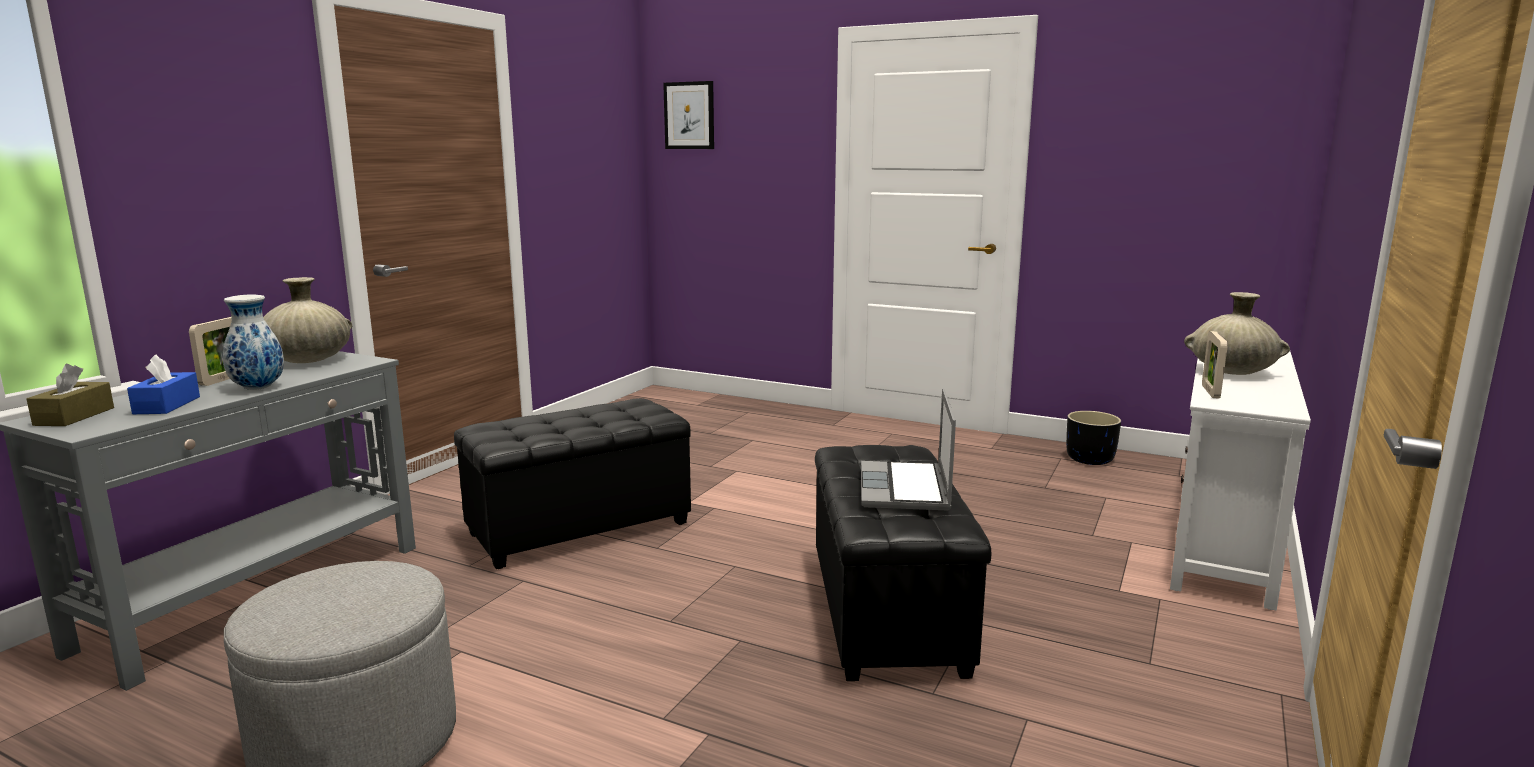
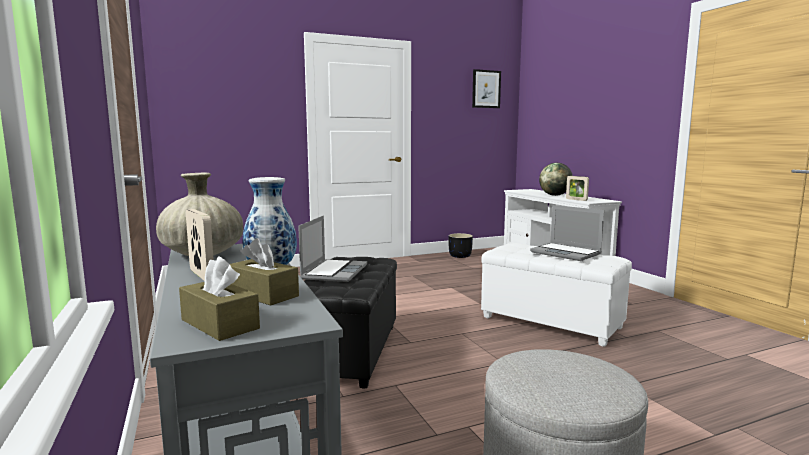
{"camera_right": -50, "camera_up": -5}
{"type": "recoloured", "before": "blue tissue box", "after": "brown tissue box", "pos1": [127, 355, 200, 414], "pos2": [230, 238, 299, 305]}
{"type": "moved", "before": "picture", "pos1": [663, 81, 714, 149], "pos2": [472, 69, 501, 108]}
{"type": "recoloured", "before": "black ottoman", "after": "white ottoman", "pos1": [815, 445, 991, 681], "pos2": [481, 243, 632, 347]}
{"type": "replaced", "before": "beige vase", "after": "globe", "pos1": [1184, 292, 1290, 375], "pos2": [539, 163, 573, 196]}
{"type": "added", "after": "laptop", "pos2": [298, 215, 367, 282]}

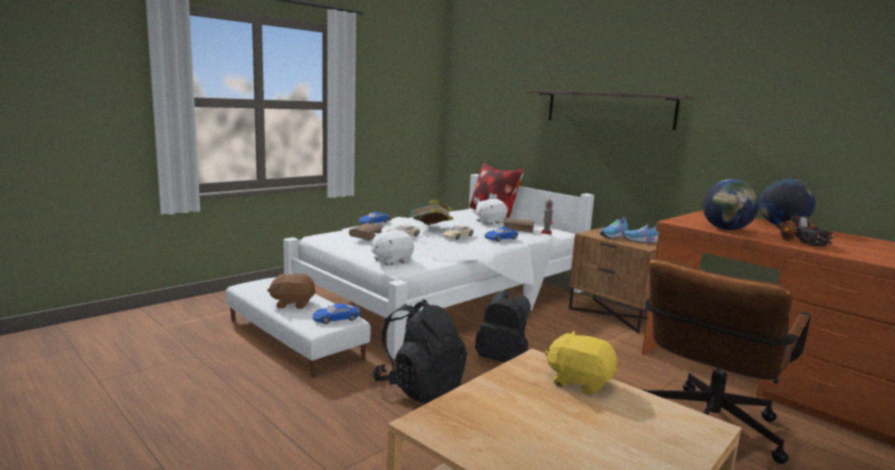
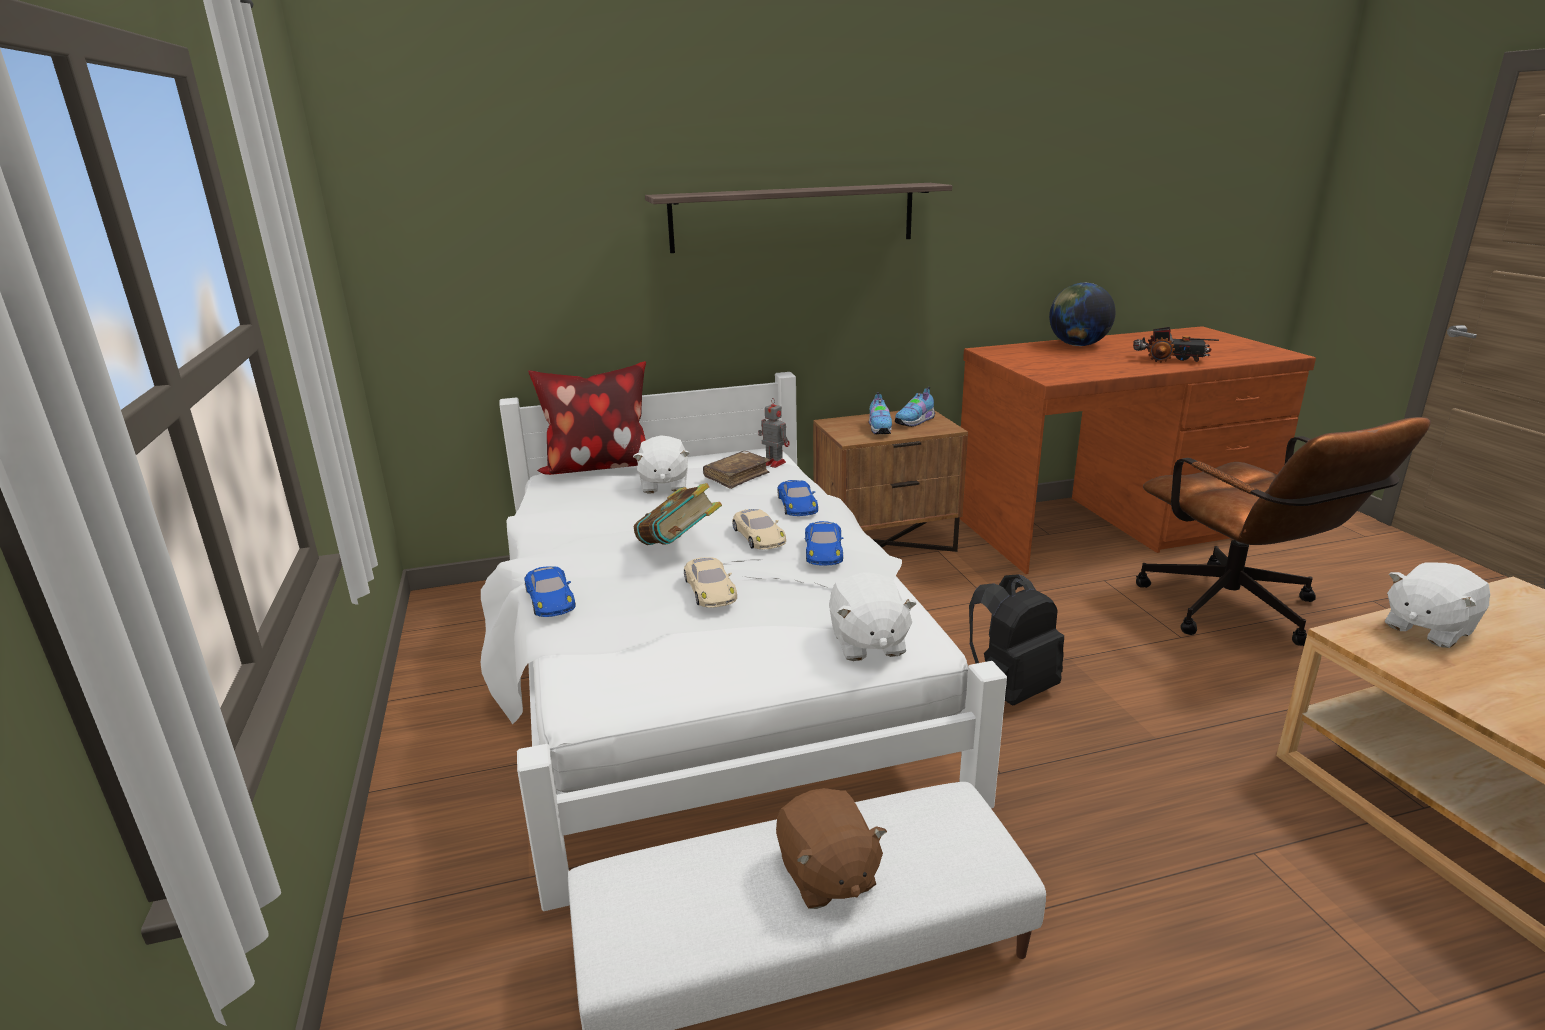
{"camera_right": -60, "camera_up": 10}
{"type": "turned", "before": "brown plush toy", "pos1": [267, 273, 316, 309], "pos2": [776, 788, 887, 909], "turn": -45}
{"type": "moved", "before": "blue toy car", "pos1": [312, 304, 360, 324], "pos2": [804, 521, 844, 565]}
{"type": "removed", "before": "brown book", "pos1": [349, 223, 384, 241]}
{"type": "removed", "before": "black backpack", "pos1": [373, 299, 467, 403]}
{"type": "recoloured", "before": "yellow plush toy", "after": "white plush toy", "pos1": [545, 331, 617, 395], "pos2": [1385, 562, 1490, 648]}
{"type": "removed", "before": "globe", "pos1": [702, 179, 760, 230]}

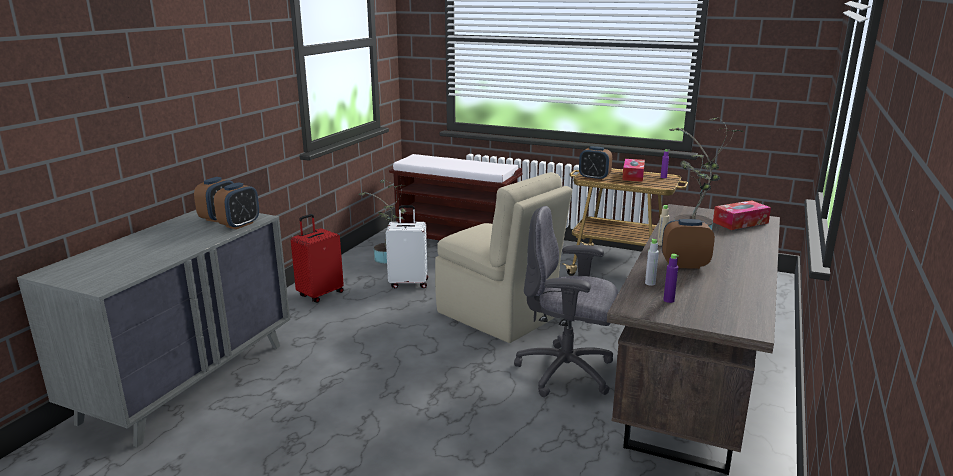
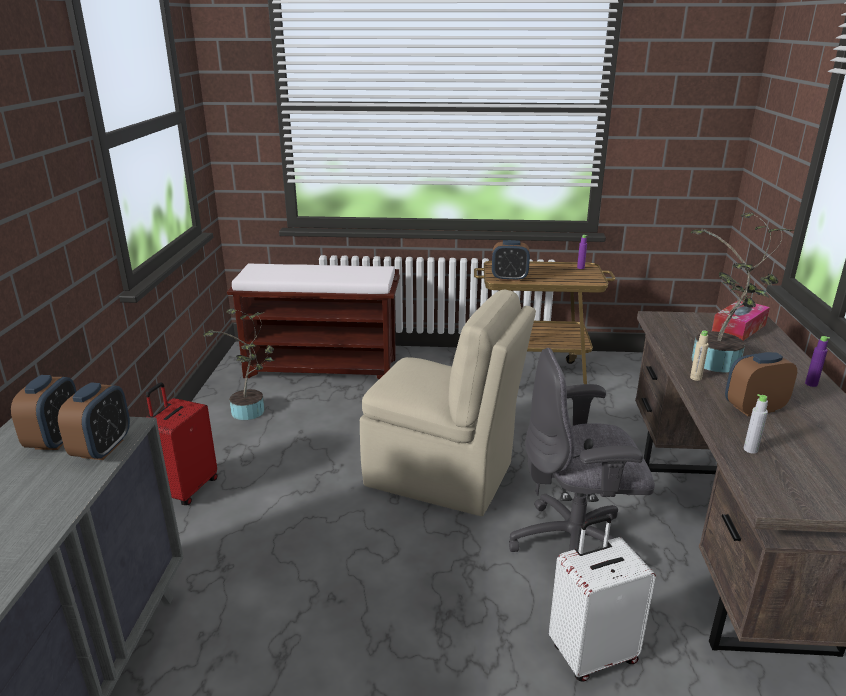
{"camera_right": -20, "camera_up": 5}
{"type": "moved", "before": "white suitcase", "pos1": [386, 205, 428, 288], "pos2": [549, 515, 656, 682]}
{"type": "removed", "before": "tissue box", "pos1": [622, 159, 645, 182]}
{"type": "moved", "before": "purple bottle", "pos1": [663, 254, 679, 303], "pos2": [805, 336, 830, 387]}

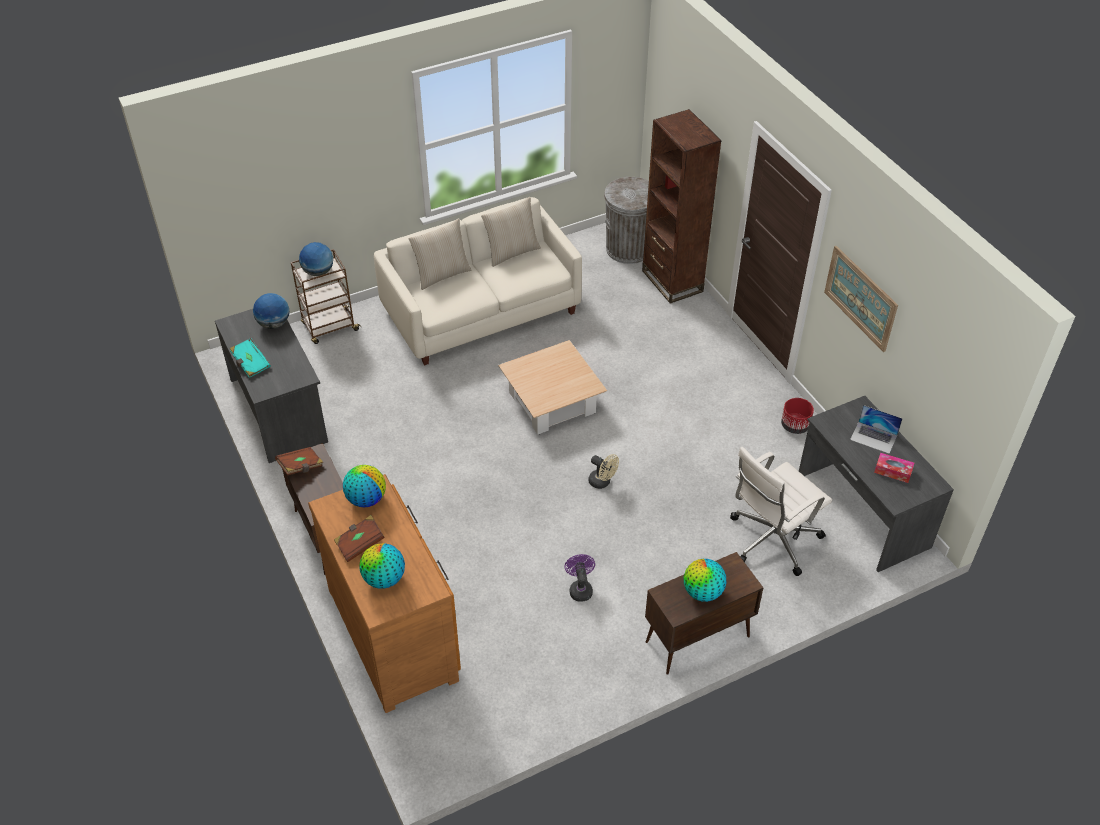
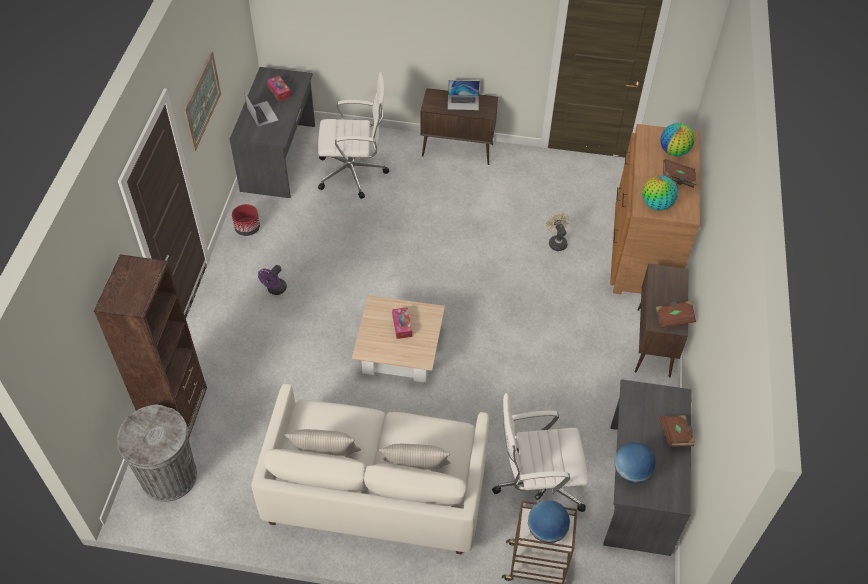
{"camera_right": -145, "camera_up": 5}
{"type": "recoloured", "before": "turquoise book", "after": "brown book", "pos1": [229, 338, 271, 378], "pos2": [659, 415, 696, 447]}
{"type": "moved", "before": "purple fan", "pos1": [565, 554, 595, 602], "pos2": [258, 265, 287, 295]}
{"type": "moved", "before": "beige fan", "pos1": [588, 454, 619, 489], "pos2": [546, 213, 569, 251]}
{"type": "replaced", "before": "globe", "after": "laptop", "pos1": [684, 559, 726, 602], "pos2": [448, 80, 480, 110]}
{"type": "added", "after": "tissue box", "pos2": [392, 307, 412, 339]}
{"type": "added", "after": "white office chair", "pos2": [492, 393, 589, 512]}

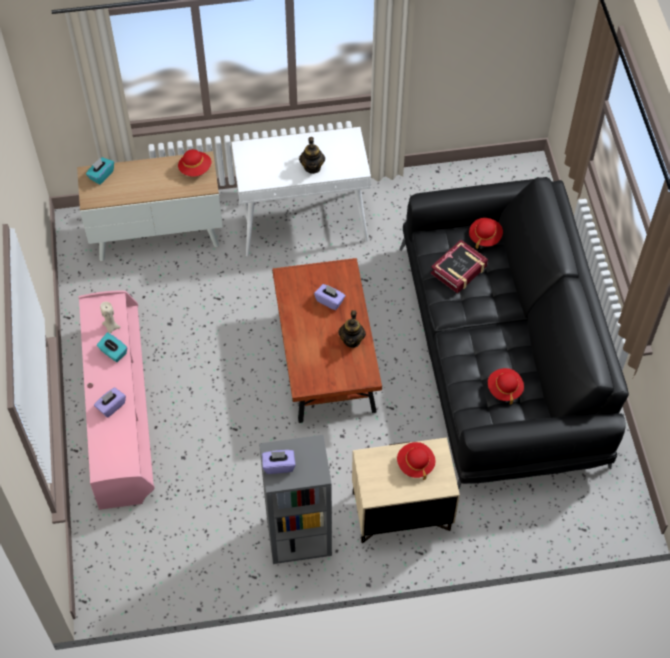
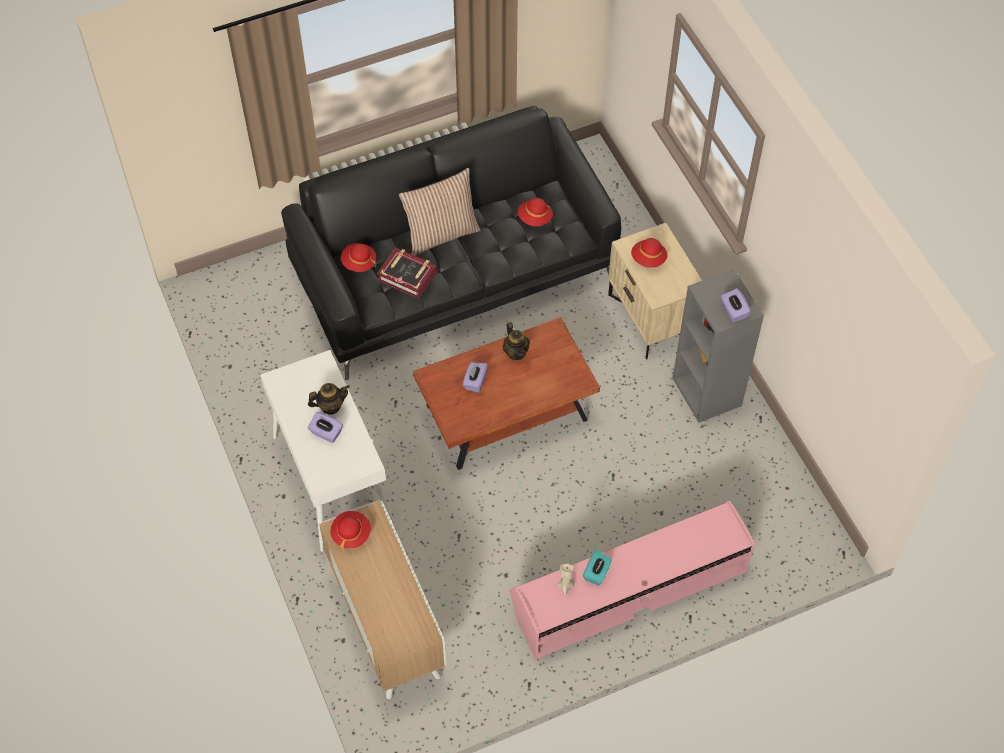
{"camera_right": -105, "camera_up": 0}
{"type": "removed", "before": "turquoise tissue box", "pos1": [86, 157, 114, 185]}
{"type": "moved", "before": "purple tissue box", "pos1": [94, 388, 126, 418], "pos2": [308, 412, 343, 443]}
{"type": "turned", "before": "teapot", "pos1": [338, 310, 366, 348], "pos2": [503, 322, 530, 360], "turn": 75}
{"type": "added", "after": "pillow", "pos2": [399, 168, 480, 256]}

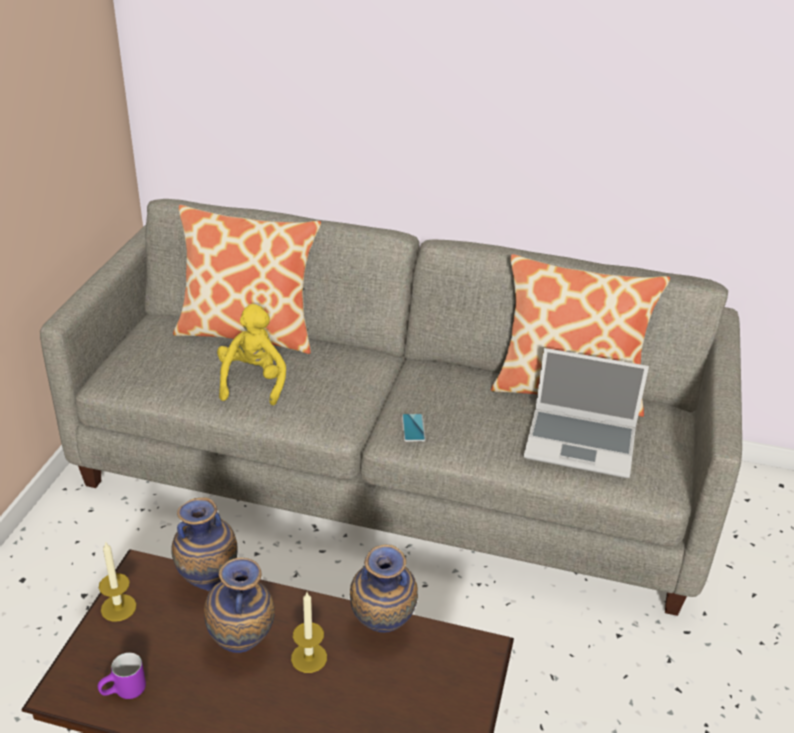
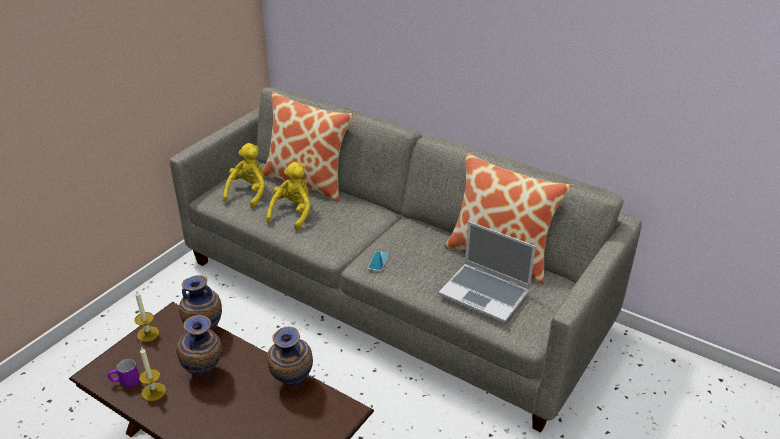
{"camera_right": 20, "camera_up": 0}
{"type": "moved", "before": "candle", "pos1": [291, 592, 327, 673], "pos2": [139, 347, 166, 401]}
{"type": "added", "after": "yellow plush toy", "pos2": [223, 143, 265, 209]}

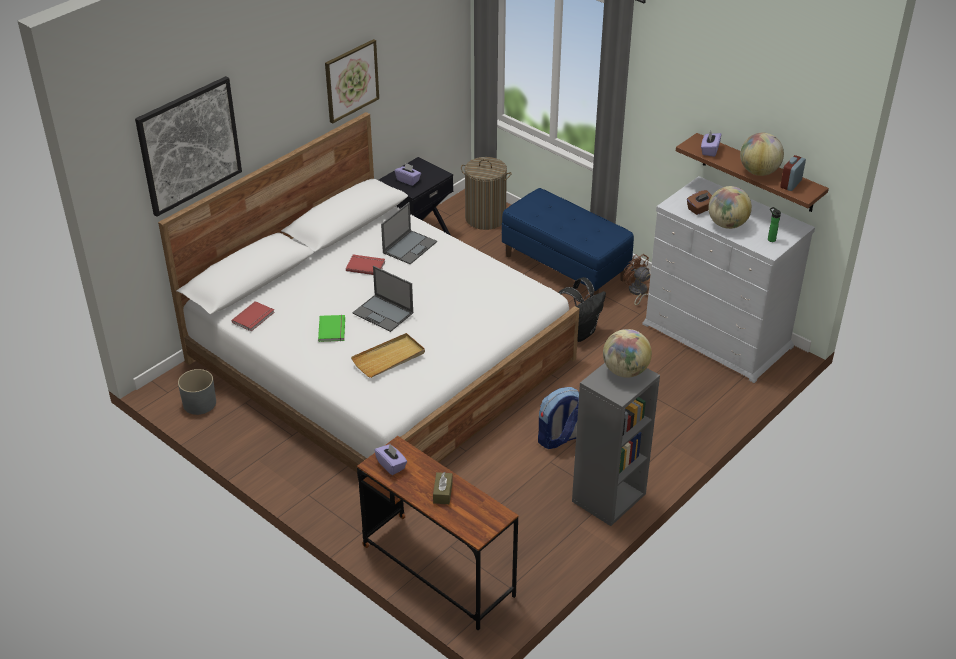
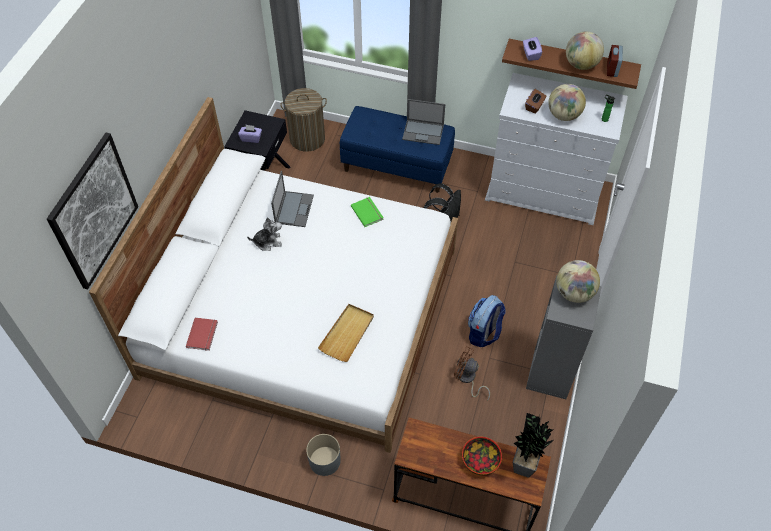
{"camera_right": -25, "camera_up": 15}
{"type": "moved", "before": "grey planter", "pos1": [178, 369, 216, 415], "pos2": [306, 434, 341, 476]}
{"type": "moved", "before": "green book", "pos1": [318, 315, 345, 342], "pos2": [351, 197, 384, 227]}
{"type": "removed", "before": "picture", "pos1": [325, 39, 379, 124]}
{"type": "replaced", "before": "red book", "after": "plush toy", "pos1": [346, 255, 385, 275], "pos2": [247, 217, 282, 251]}
{"type": "moved", "before": "laptop", "pos1": [352, 266, 413, 332], "pos2": [402, 99, 445, 145]}
{"type": "removed", "before": "purple tissue box", "pos1": [374, 444, 407, 475]}
{"type": "replaced", "before": "brown tissue box", "after": "bowl", "pos1": [433, 472, 453, 504], "pos2": [462, 437, 502, 475]}
{"type": "moved", "before": "brown fan", "pos1": [623, 254, 650, 311], "pos2": [454, 346, 490, 401]}
{"type": "added", "after": "potted plant", "pos2": [513, 413, 554, 478]}

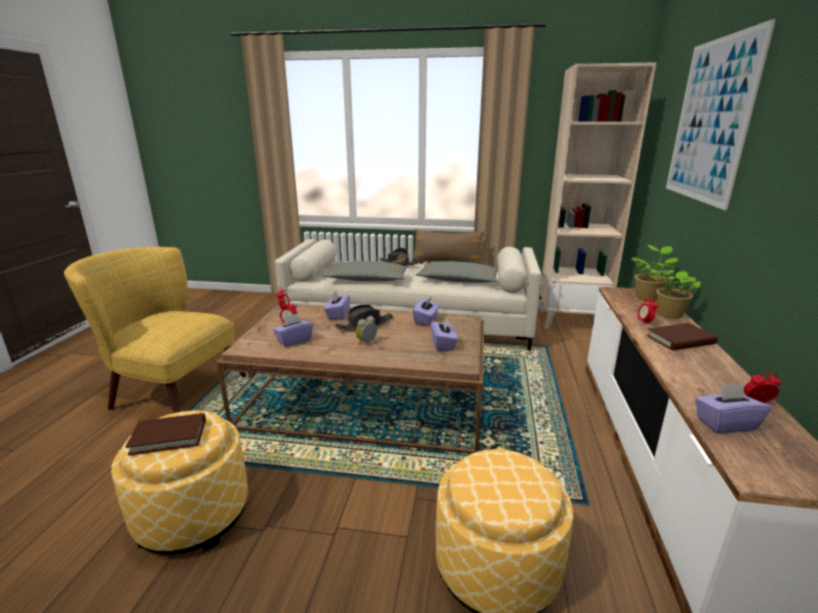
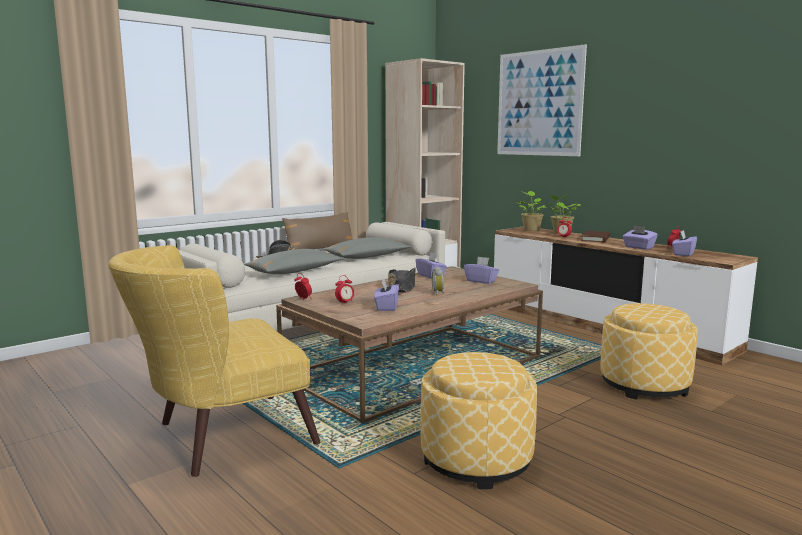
{"camera_right": -50, "camera_up": -10}
{"type": "removed", "before": "brown book", "pos1": [125, 413, 206, 455]}
{"type": "moved", "before": "purple tissue box", "pos1": [324, 291, 350, 320], "pos2": [623, 225, 658, 250]}

